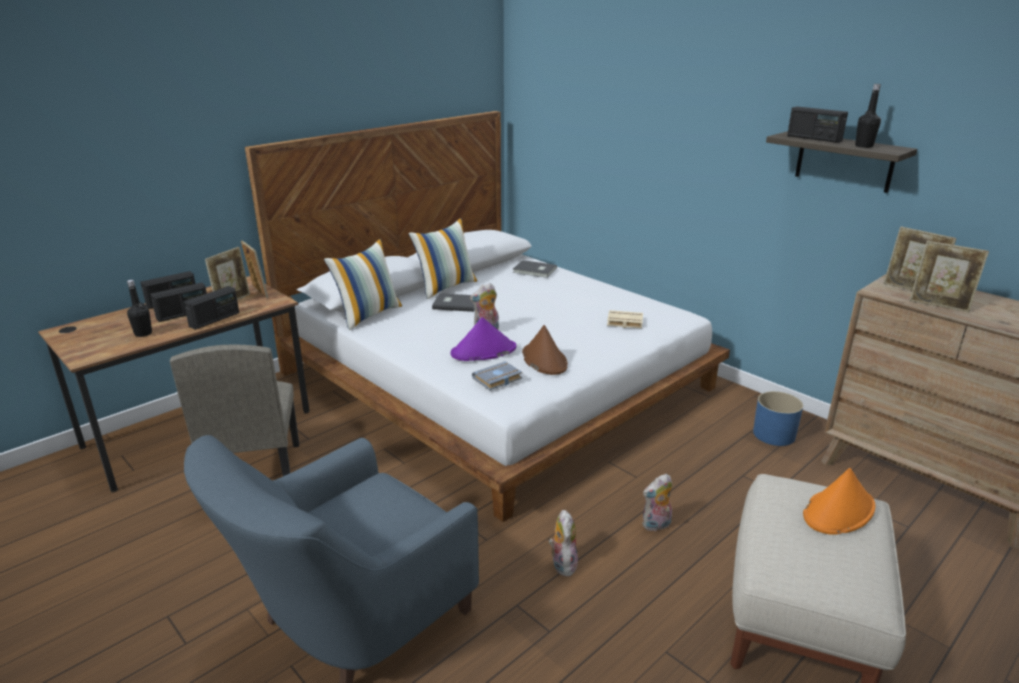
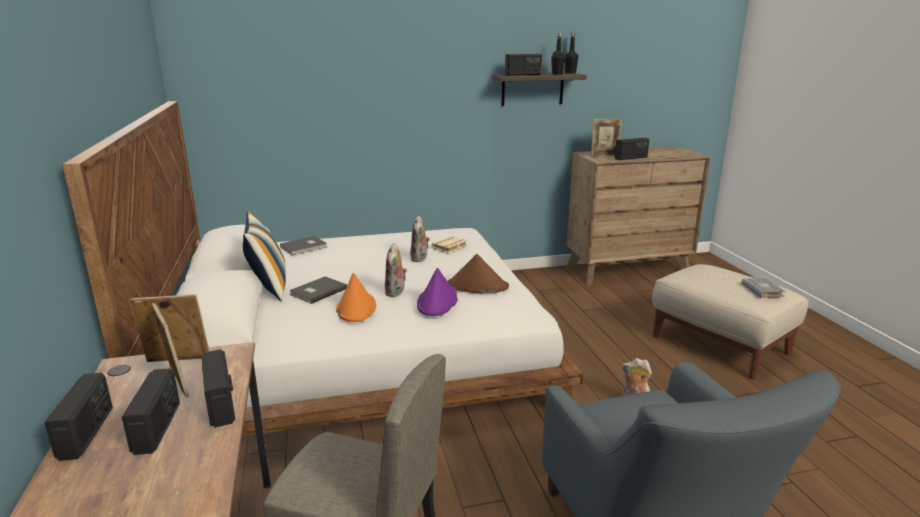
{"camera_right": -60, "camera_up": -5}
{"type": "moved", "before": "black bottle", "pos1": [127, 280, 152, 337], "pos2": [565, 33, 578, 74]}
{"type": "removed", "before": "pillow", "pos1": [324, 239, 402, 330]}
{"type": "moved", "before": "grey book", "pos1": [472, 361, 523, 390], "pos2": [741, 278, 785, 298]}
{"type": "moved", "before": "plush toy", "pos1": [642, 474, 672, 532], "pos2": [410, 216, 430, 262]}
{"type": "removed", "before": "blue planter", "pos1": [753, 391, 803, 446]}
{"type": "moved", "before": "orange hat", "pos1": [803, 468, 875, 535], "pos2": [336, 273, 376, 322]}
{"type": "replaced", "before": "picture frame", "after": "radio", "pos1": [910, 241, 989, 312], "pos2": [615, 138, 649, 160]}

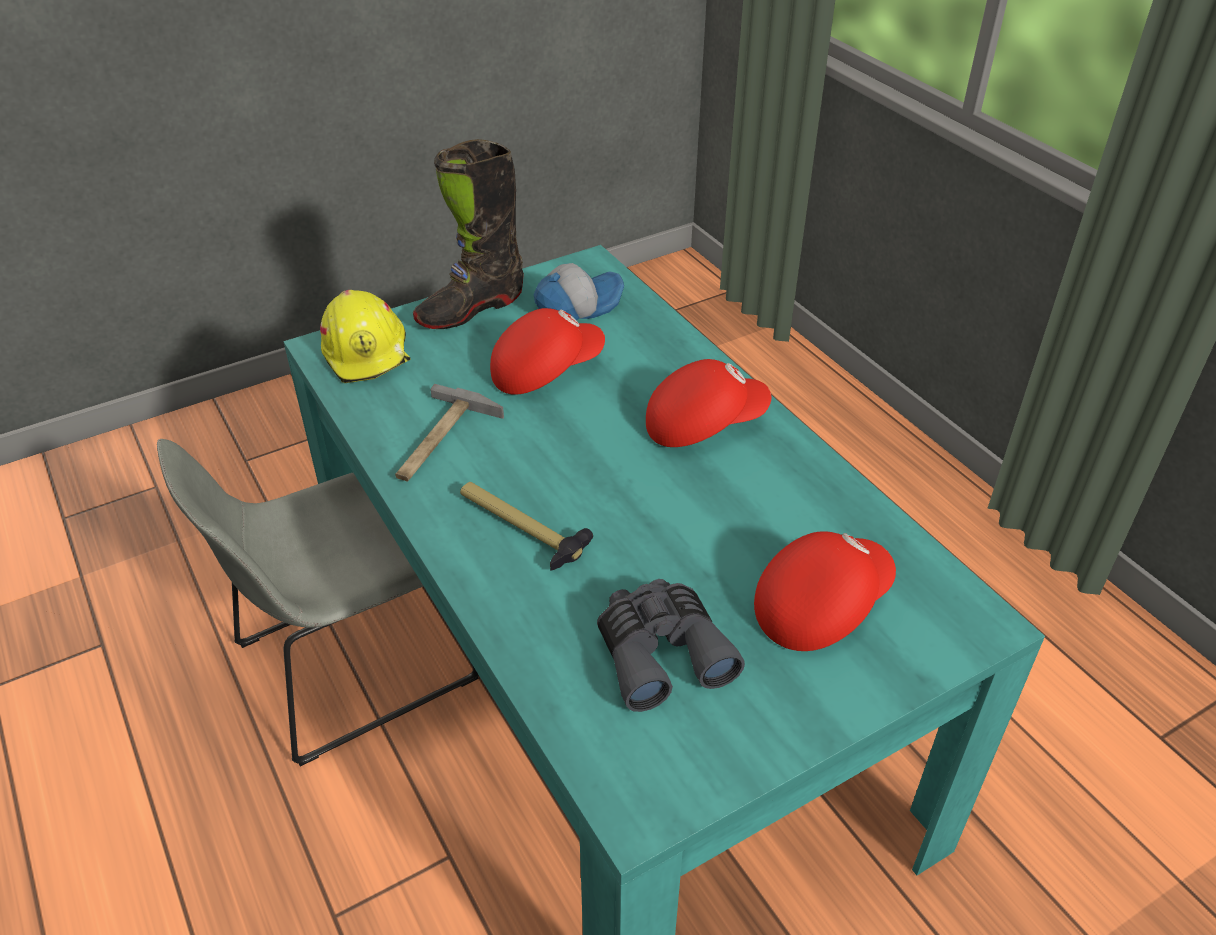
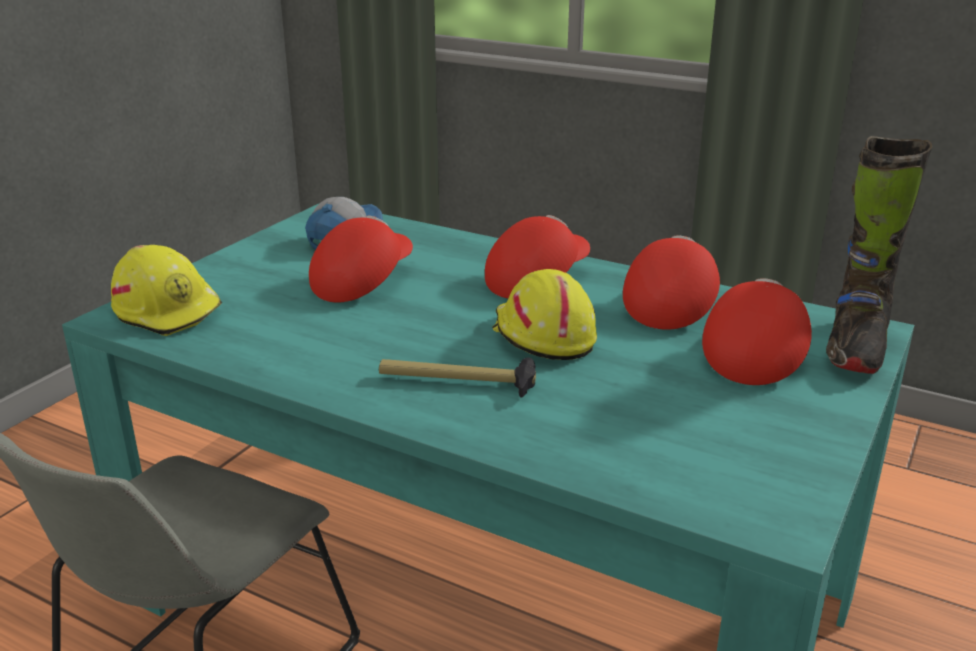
{"camera_right": -30, "camera_up": -15}
{"type": "removed", "before": "hammer", "pos1": [395, 384, 504, 481]}
{"type": "moved", "before": "black boot", "pos1": [413, 139, 524, 329], "pos2": [826, 136, 932, 374]}
{"type": "removed", "before": "grey binoculars", "pos1": [597, 579, 745, 712]}
{"type": "added", "after": "yellow hard hat", "pos2": [492, 269, 597, 360]}
{"type": "added", "after": "red cap", "pos2": [623, 236, 720, 330]}

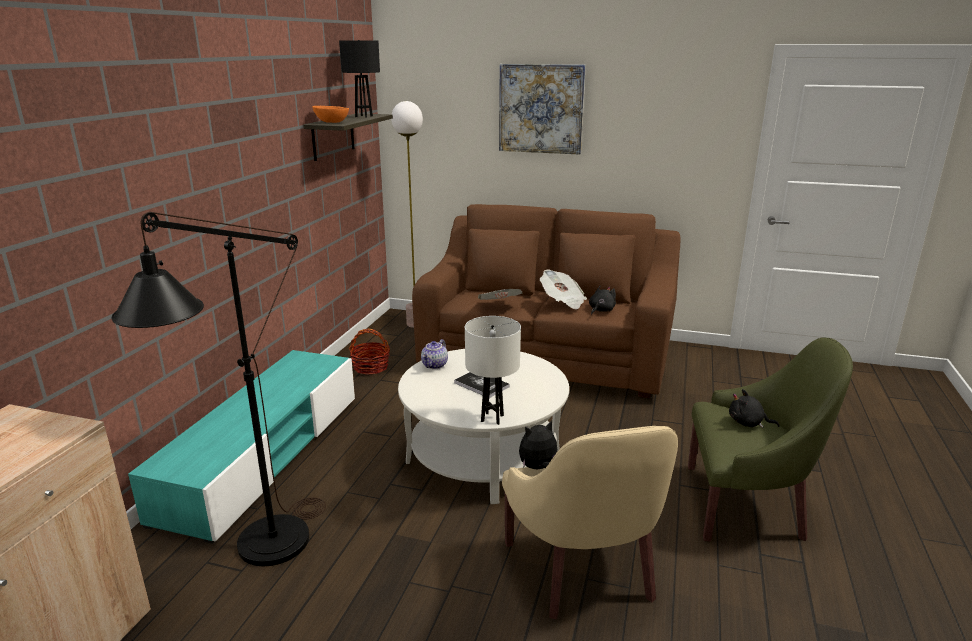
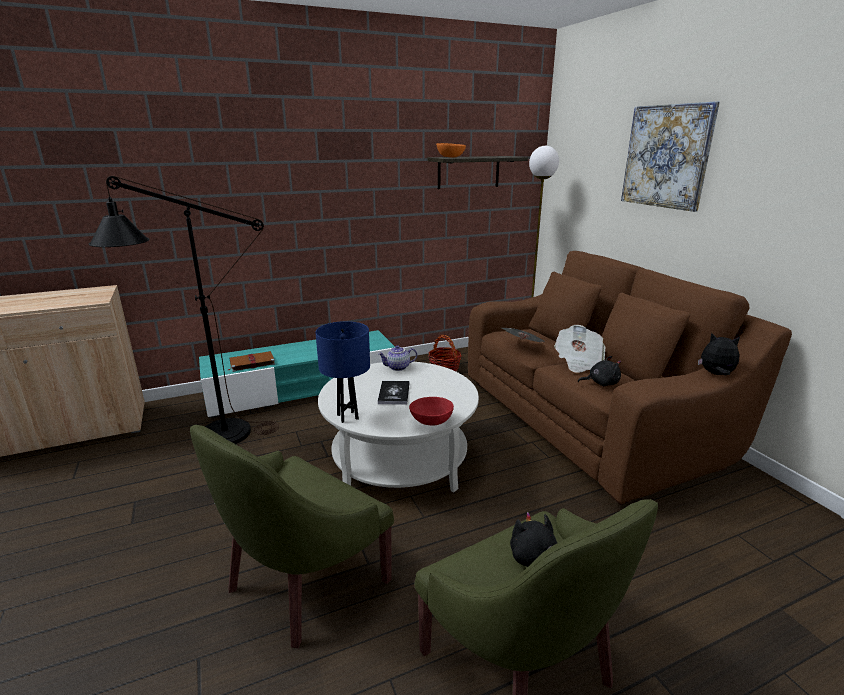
{"camera_right": 50, "camera_up": 0}
{"type": "removed", "before": "black table lamp", "pos1": [339, 40, 380, 118]}
{"type": "recoloured", "before": "white table lamp", "after": "blue table lamp", "pos1": [465, 316, 521, 425], "pos2": [315, 321, 370, 423]}
{"type": "recoloured", "before": "beige armchair", "after": "green armchair", "pos1": [502, 426, 678, 620], "pos2": [190, 425, 394, 648]}
{"type": "moved", "before": "plush toy", "pos1": [519, 420, 557, 469], "pos2": [698, 333, 740, 375]}
{"type": "added", "after": "brown book", "pos2": [228, 351, 275, 372]}
{"type": "added", "after": "red bowl", "pos2": [409, 397, 454, 426]}

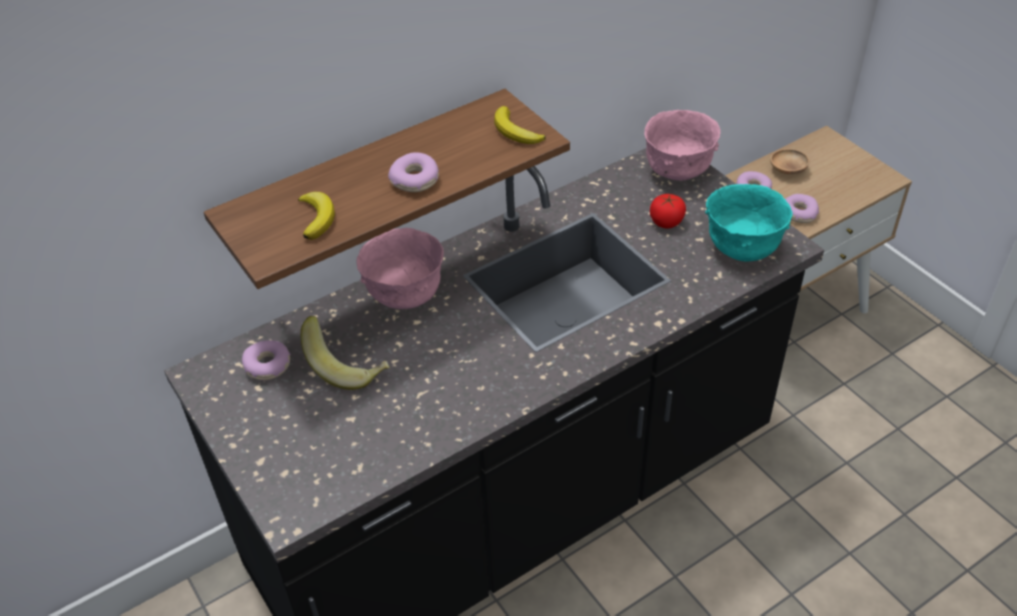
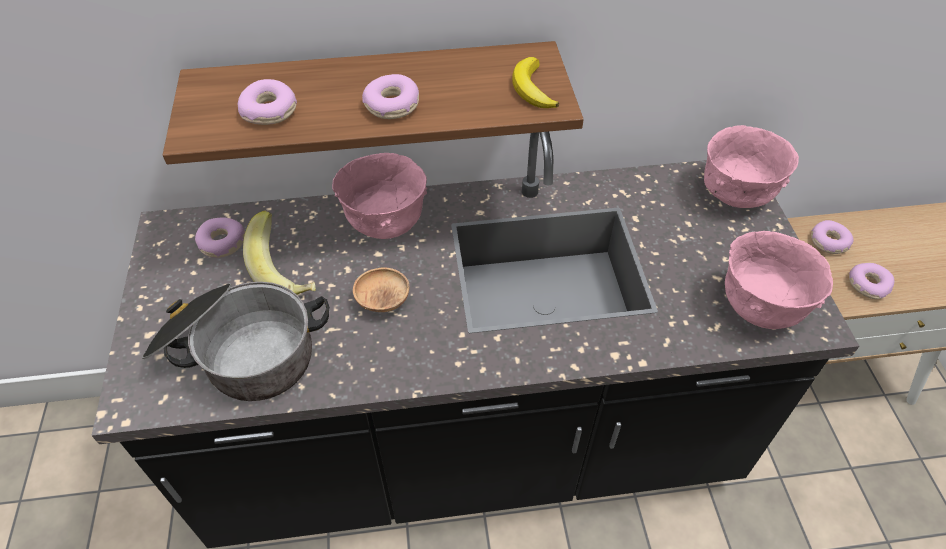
{"camera_right": 25, "camera_up": 5}
{"type": "replaced", "before": "banana", "after": "donut", "pos1": [298, 192, 335, 240], "pos2": [238, 79, 297, 125]}
{"type": "removed", "before": "tomato", "pos1": [650, 194, 686, 228]}
{"type": "recoloured", "before": "turquoise bowl", "after": "pink bowl", "pos1": [705, 184, 793, 262], "pos2": [725, 231, 833, 329]}
{"type": "moved", "before": "brown bowl", "pos1": [770, 149, 810, 174], "pos2": [353, 268, 409, 312]}
{"type": "added", "after": "cooking pot", "pos2": [142, 282, 330, 401]}

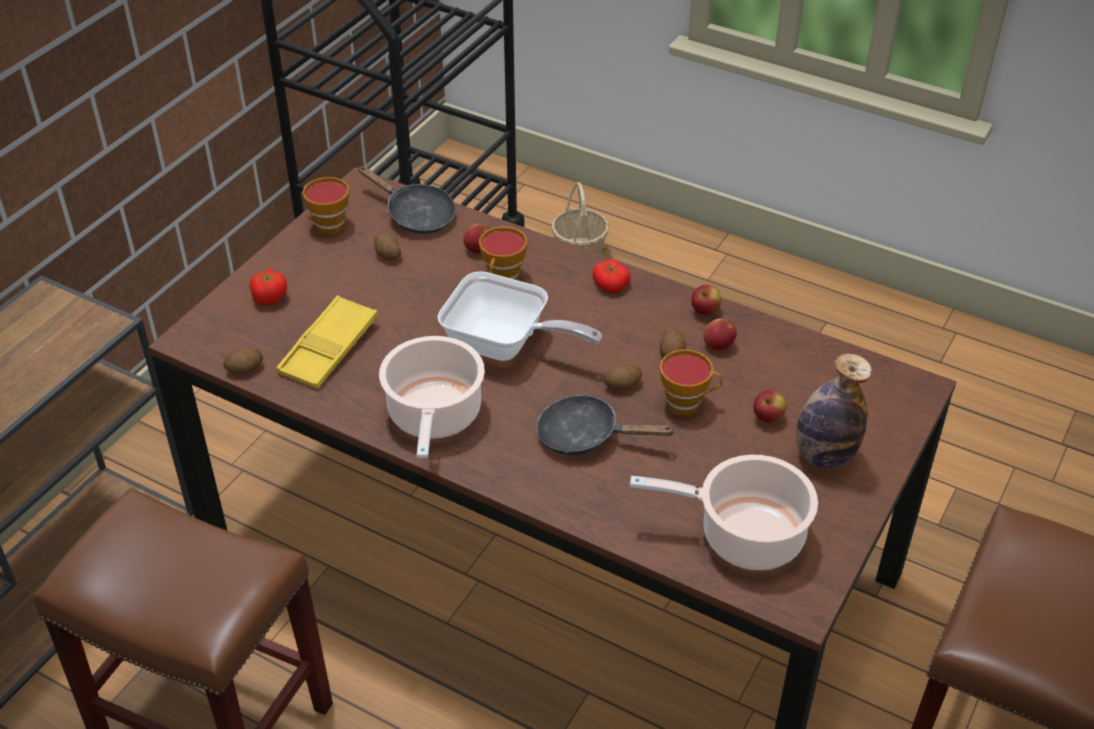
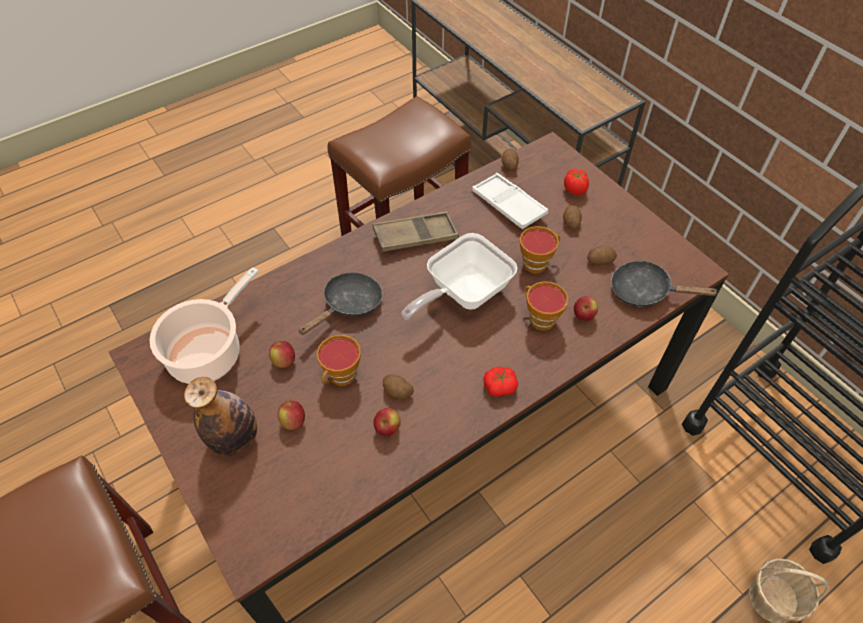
{"camera_right": 115, "camera_up": 10}
{"type": "recoloured", "before": "yellow tray", "after": "white tray", "pos1": [276, 295, 378, 389], "pos2": [472, 173, 548, 229]}
{"type": "moved", "before": "cup", "pos1": [302, 177, 349, 235], "pos2": [520, 226, 560, 274]}
{"type": "turned", "before": "black frying pan", "pos1": [357, 166, 456, 234], "pos2": [611, 260, 719, 307], "turn": 45}
{"type": "replaced", "before": "cooking pot", "after": "brown tray", "pos1": [379, 336, 485, 458], "pos2": [373, 211, 459, 252]}
{"type": "moved", "before": "potato", "pos1": [604, 364, 642, 390], "pos2": [563, 205, 582, 230]}
{"type": "moved", "before": "apple", "pos1": [691, 285, 721, 315], "pos2": [269, 341, 295, 368]}

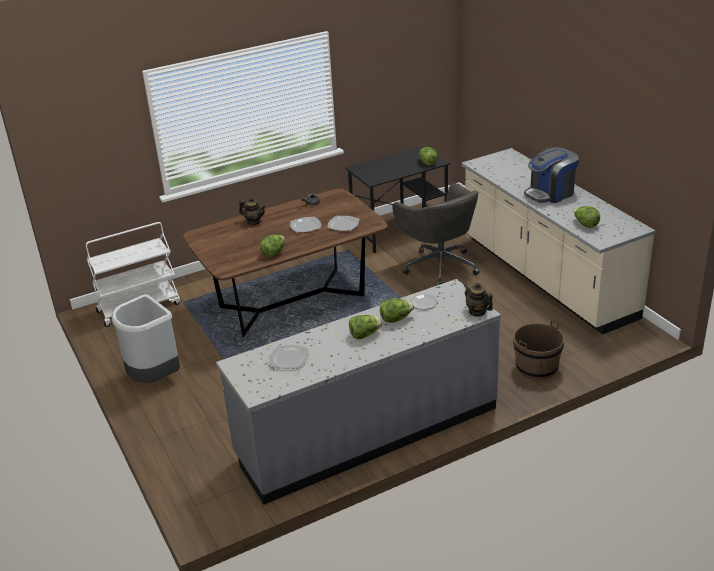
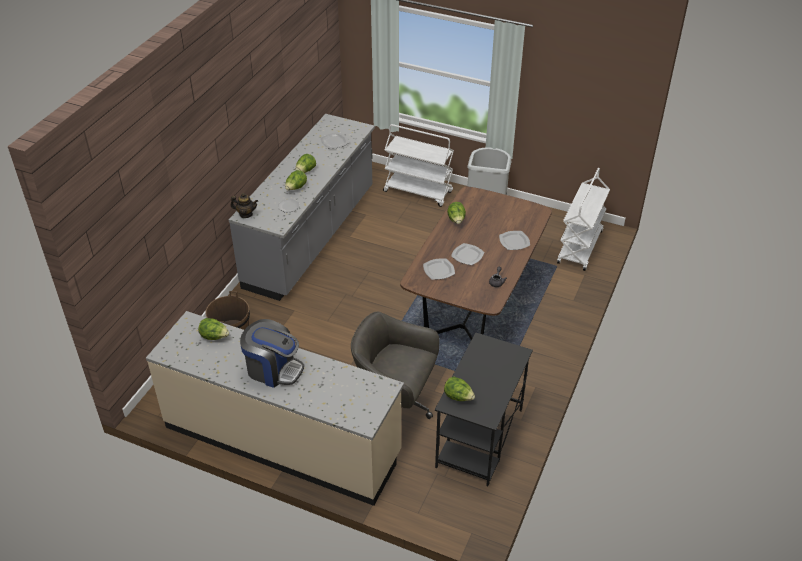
{"camera_right": 140, "camera_up": 10}
{"type": "replaced", "before": "teapot", "after": "plate", "pos1": [239, 197, 266, 225], "pos2": [499, 231, 530, 250]}
{"type": "turned", "before": "coffee machine", "pos1": [524, 147, 579, 203], "pos2": [240, 319, 304, 388], "turn": 90}
{"type": "added", "after": "white cart", "pos2": [383, 124, 454, 207]}

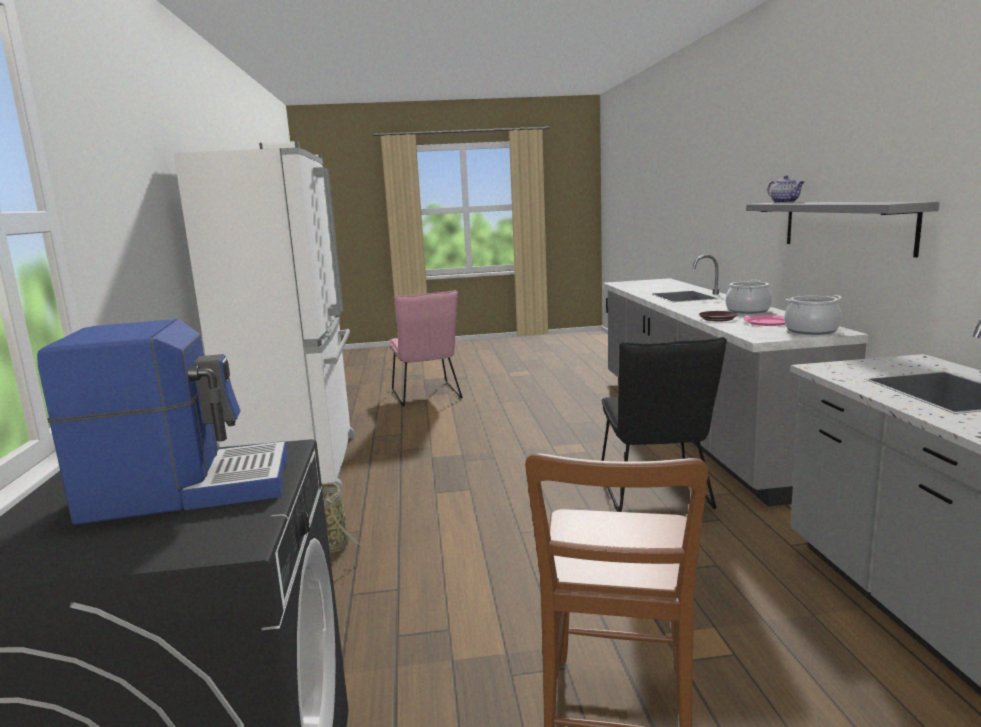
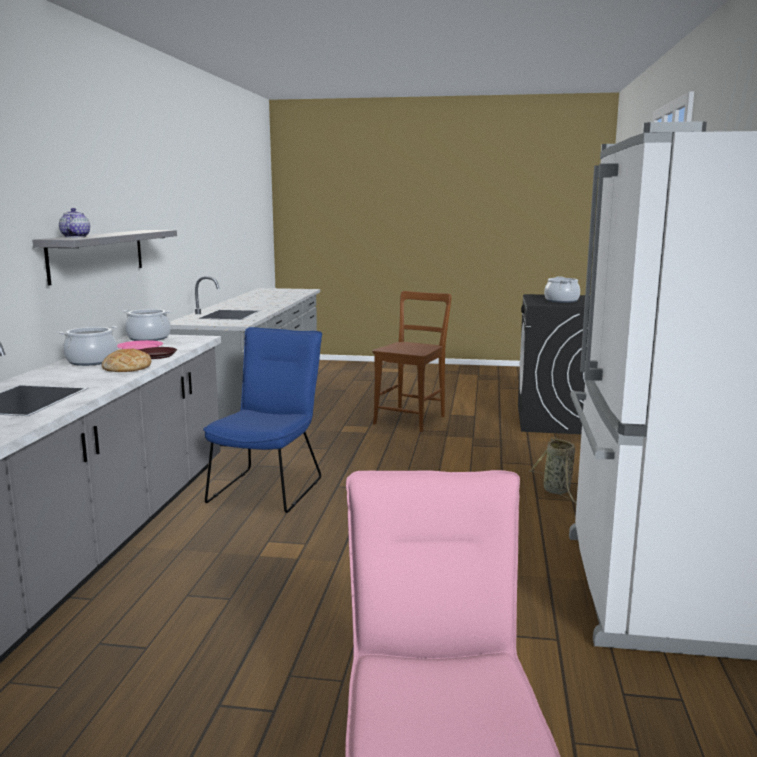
{"camera_right": -165, "camera_up": 0}
{"type": "replaced", "before": "coffee machine", "after": "cooking pot", "pos1": [37, 319, 288, 525], "pos2": [544, 276, 580, 303]}
{"type": "recoloured", "before": "black chair", "after": "blue chair", "pos1": [601, 337, 727, 512], "pos2": [203, 327, 322, 513]}
{"type": "added", "after": "bread", "pos2": [102, 349, 151, 372]}

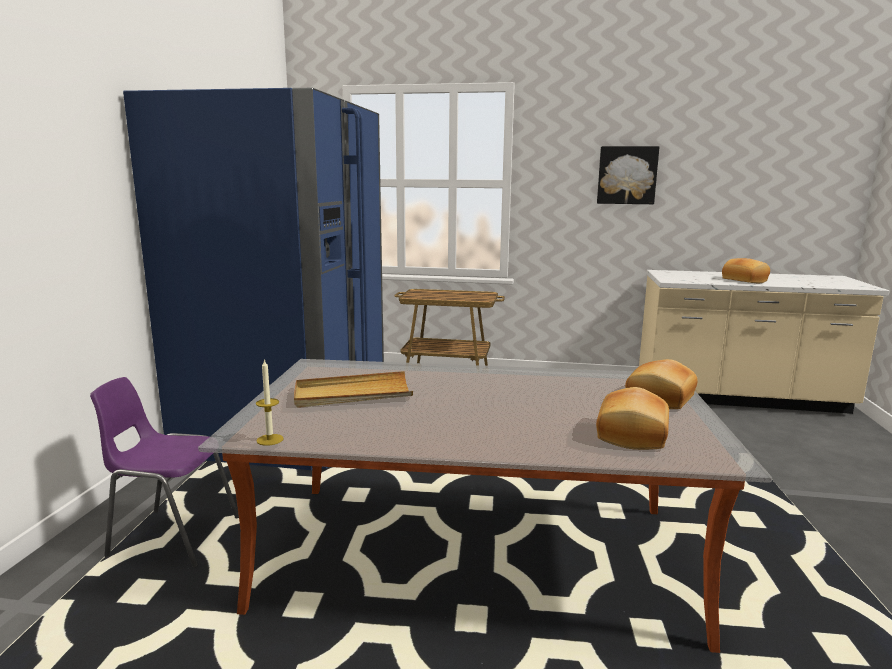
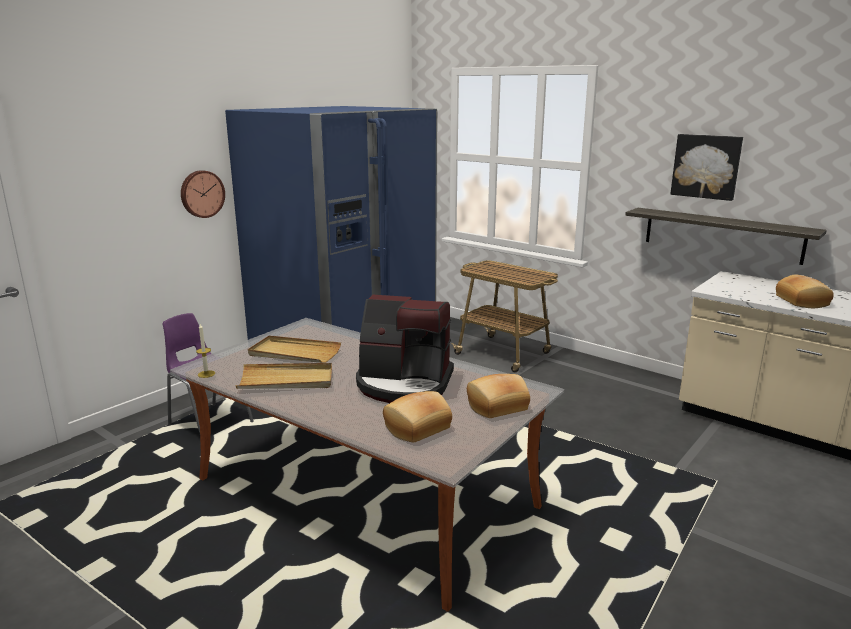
{"camera_right": 30, "camera_up": 5}
{"type": "added", "after": "wall clock", "pos2": [181, 170, 225, 218]}
{"type": "added", "after": "beige tray", "pos2": [236, 363, 332, 389]}
{"type": "added", "after": "coffee machine", "pos2": [356, 295, 454, 403]}
{"type": "added", "after": "shelf", "pos2": [625, 208, 827, 265]}

